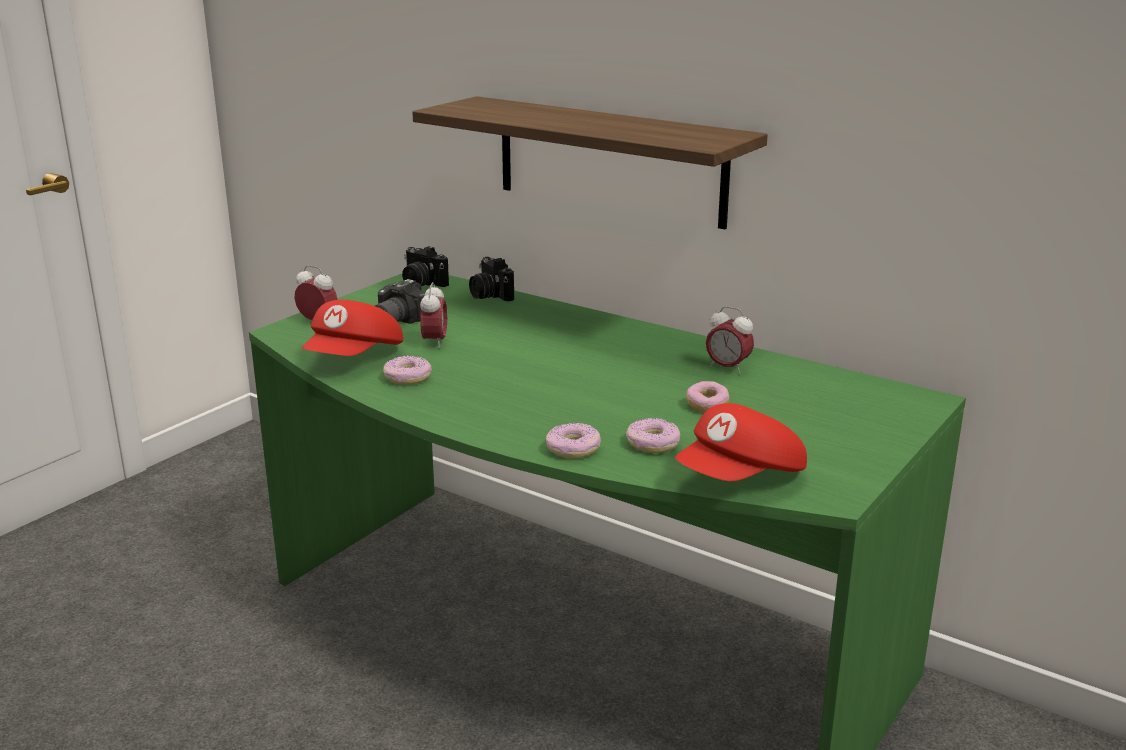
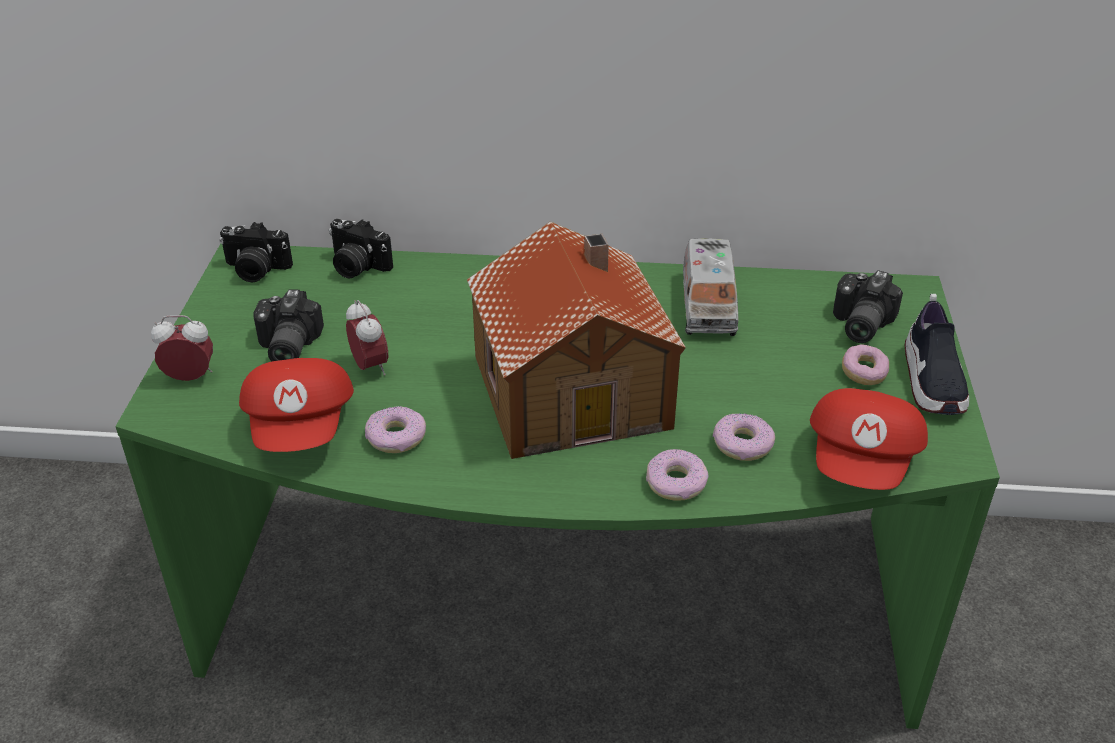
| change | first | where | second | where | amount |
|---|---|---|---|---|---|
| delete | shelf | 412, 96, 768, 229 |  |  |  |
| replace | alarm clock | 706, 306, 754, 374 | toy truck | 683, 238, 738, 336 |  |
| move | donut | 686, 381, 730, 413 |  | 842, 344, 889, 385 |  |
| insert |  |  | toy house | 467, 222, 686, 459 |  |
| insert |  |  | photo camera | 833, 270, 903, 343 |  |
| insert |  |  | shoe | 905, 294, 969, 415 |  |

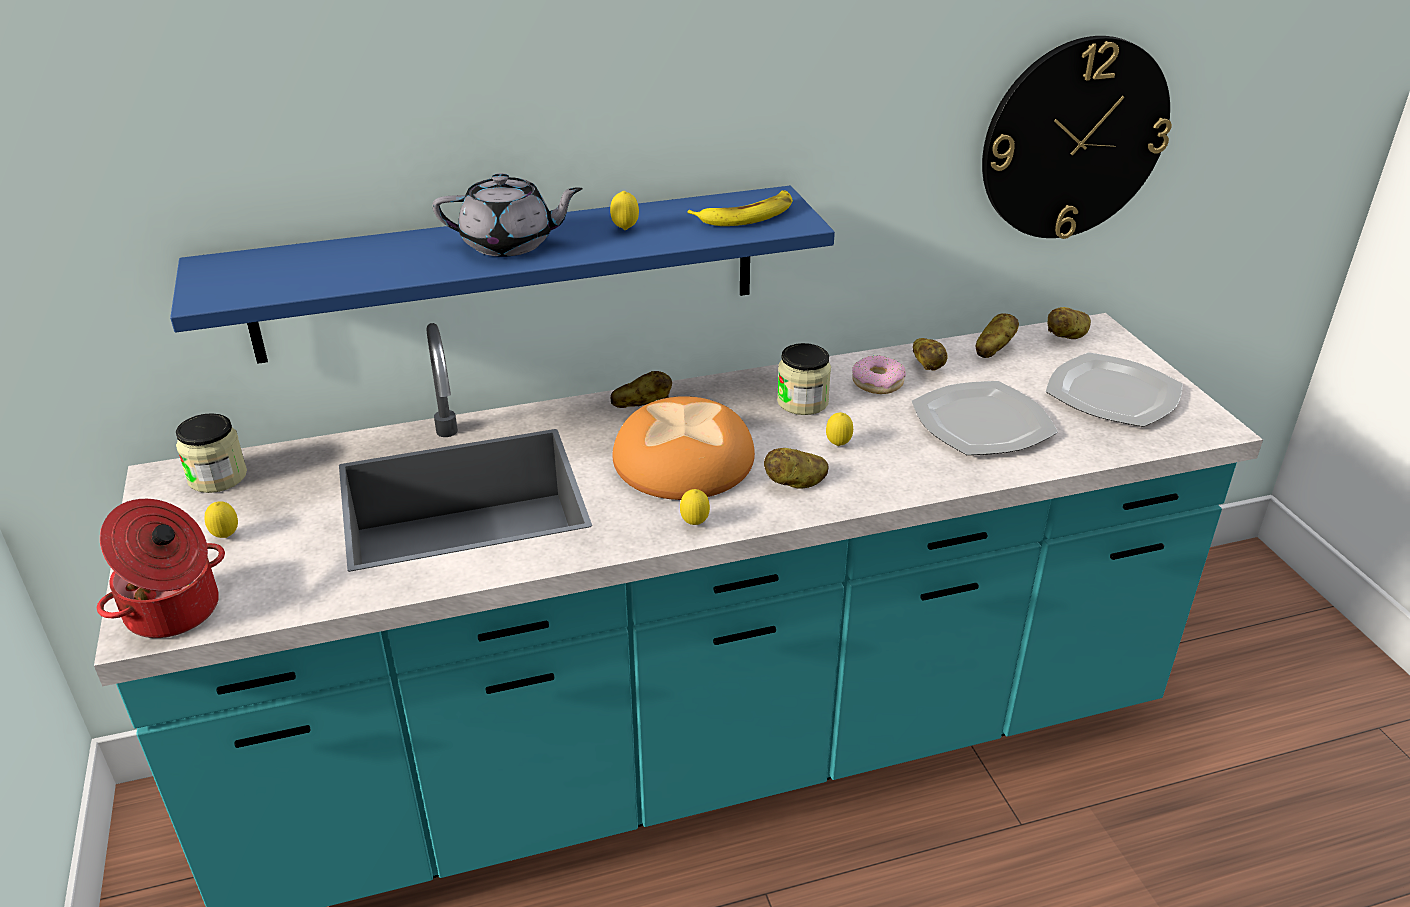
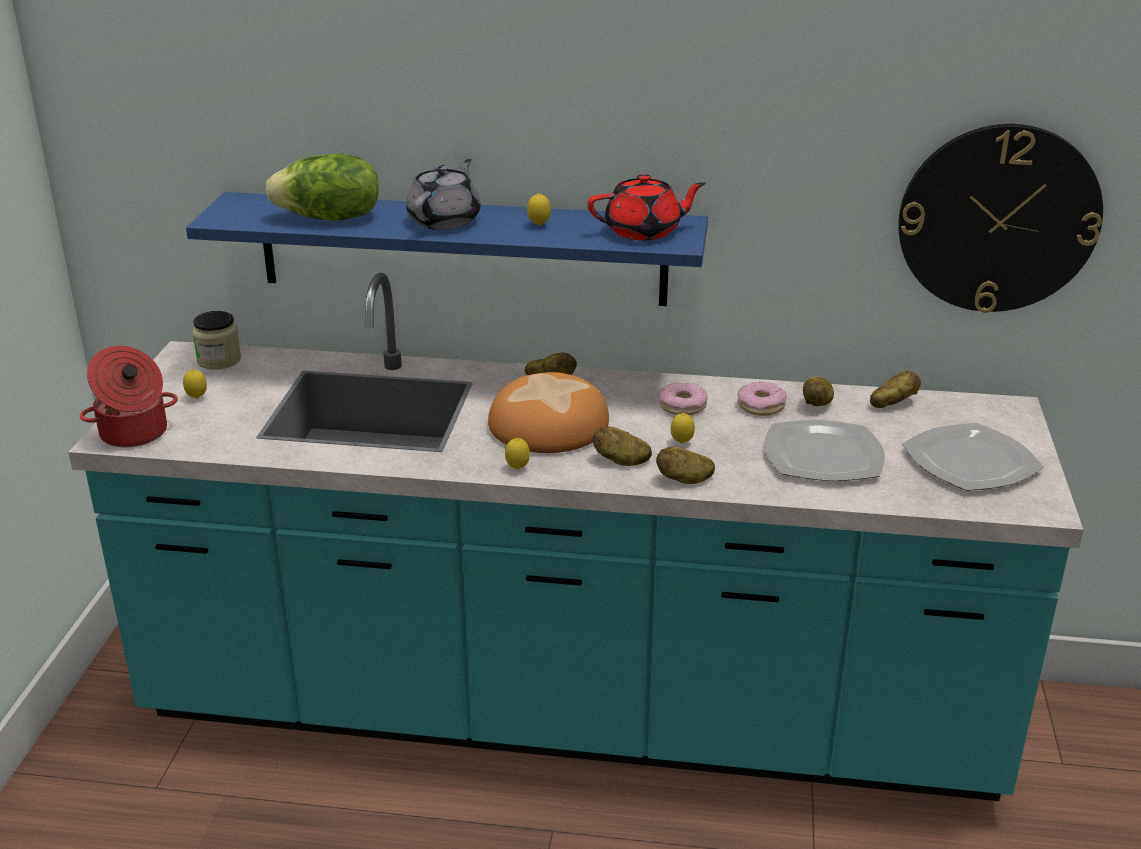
| change | first | where | second | where | amount |
|---|---|---|---|---|---|
| rotate | grey teapot | 432, 173, 583, 257 |  | 406, 159, 481, 230 | 90 degrees counterclockwise |
| replace | banana | 687, 190, 793, 226 | red teapot | 588, 174, 706, 240 |  |
| move | potato | 1048, 307, 1091, 339 |  | 656, 447, 715, 484 |  |
| replace | jar | 777, 343, 831, 415 | donut | 659, 383, 708, 415 |  |
| insert |  |  | lettuce | 265, 153, 379, 221 |  |

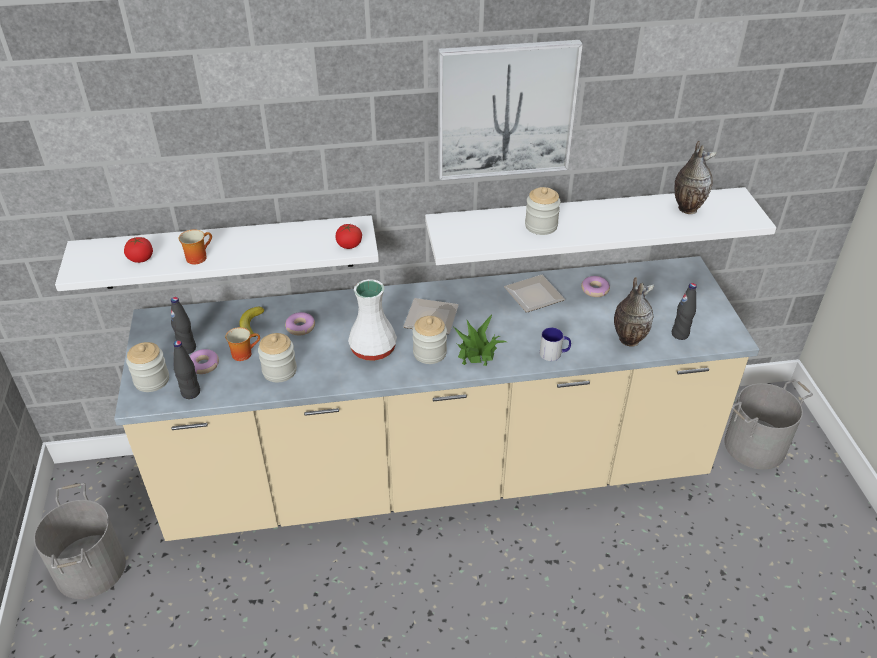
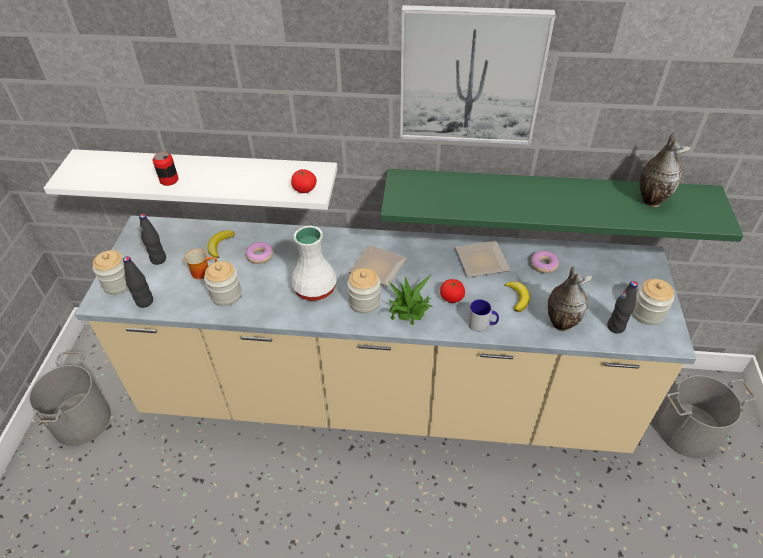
| change | first | where | second | where | amount |
|---|---|---|---|---|---|
| recolor | white shelf | 425, 187, 776, 265 | green shelf | 381, 169, 744, 242 |  |
| move | jar | 525, 187, 561, 235 |  | 632, 279, 674, 325 |  |
| replace | mug | 178, 229, 212, 264 | can | 153, 152, 179, 186 |  |
| move | tomato | 124, 237, 153, 263 |  | 440, 279, 465, 303 |  |
| delete | donut | 190, 349, 219, 374 |  |  |  |
| insert |  |  | banana | 505, 281, 530, 312 |  |

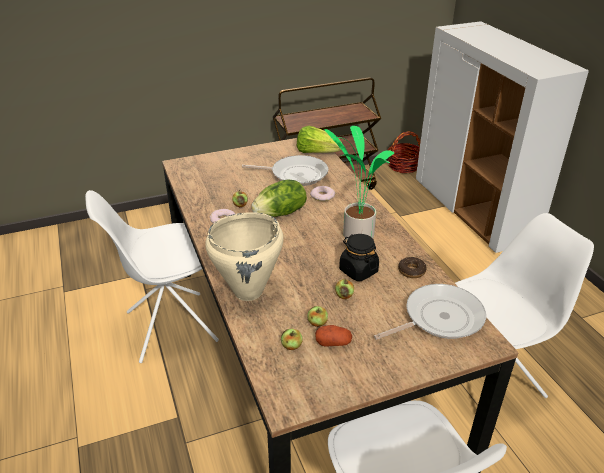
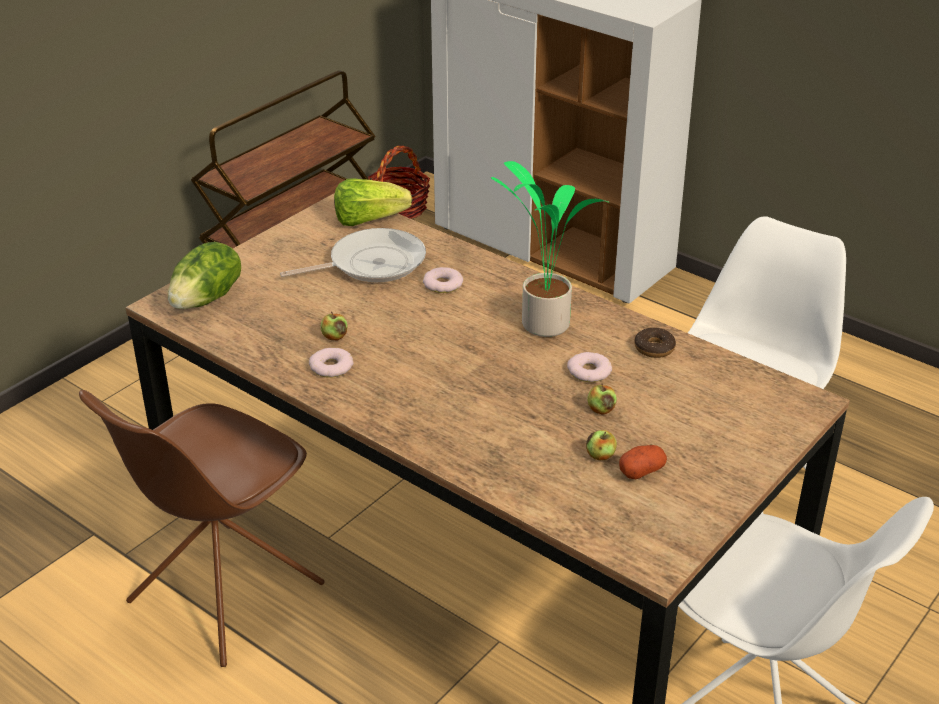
| change | first | where | second | where | amount |
|---|---|---|---|---|---|
| move | lettuce | 251, 180, 307, 217 |  | 168, 242, 241, 309 |  |
| recolor | white chair | 85, 190, 219, 363 | brown chair | 79, 390, 325, 667 |  |
| delete | beige cooking pot | 205, 212, 283, 301 |  |  |  |
| replace | black jar | 339, 234, 379, 281 | donut | 567, 352, 612, 382 |  |
| delete | frying pan | 374, 284, 486, 340 |  |  |  |
| delete | apple | 281, 329, 303, 350 |  |  |  |

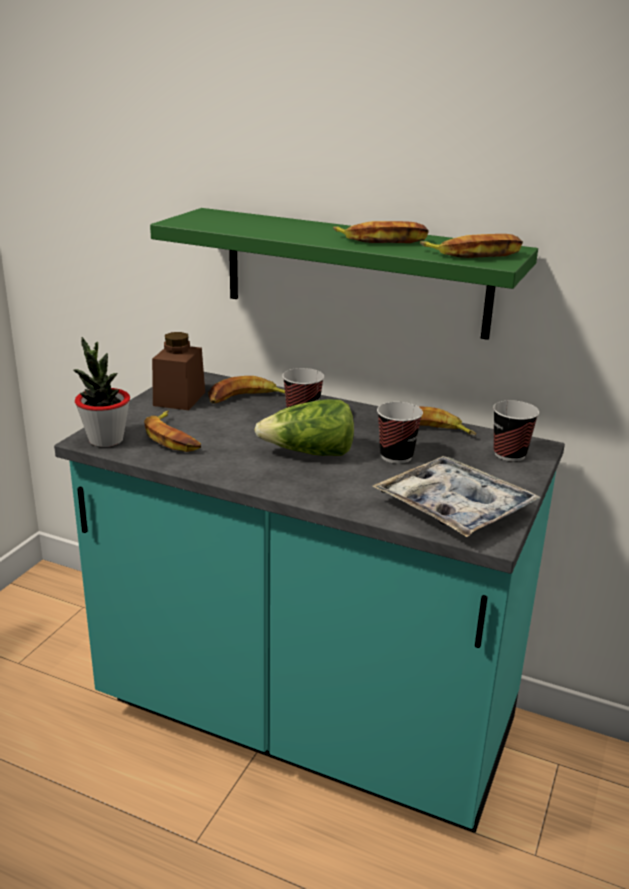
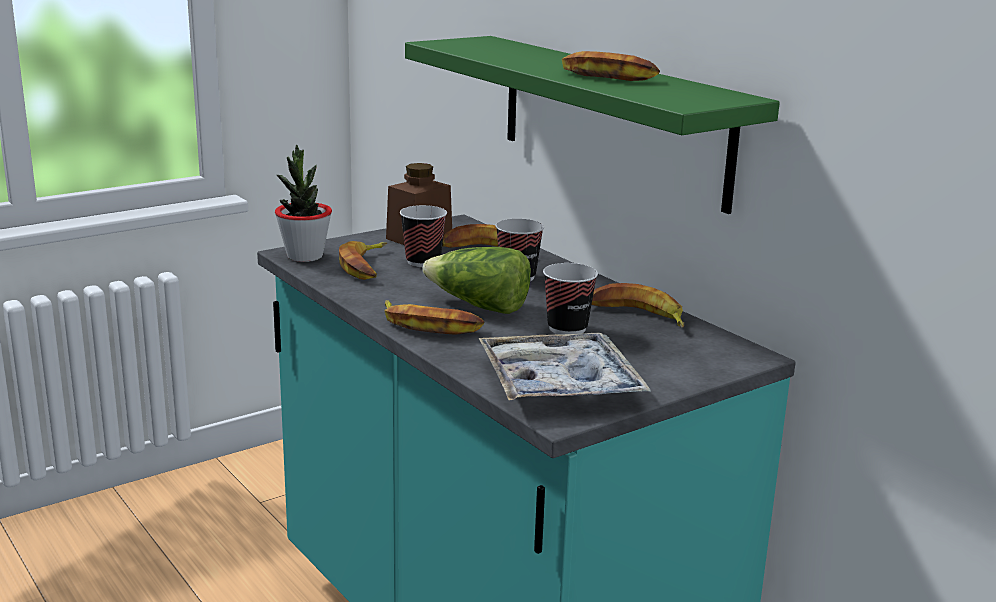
| change | first | where | second | where | amount |
|---|---|---|---|---|---|
| move | banana | 420, 234, 523, 258 |  | 384, 300, 485, 335 |  |
| move | cup | 493, 400, 539, 462 |  | 400, 205, 447, 267 |  |

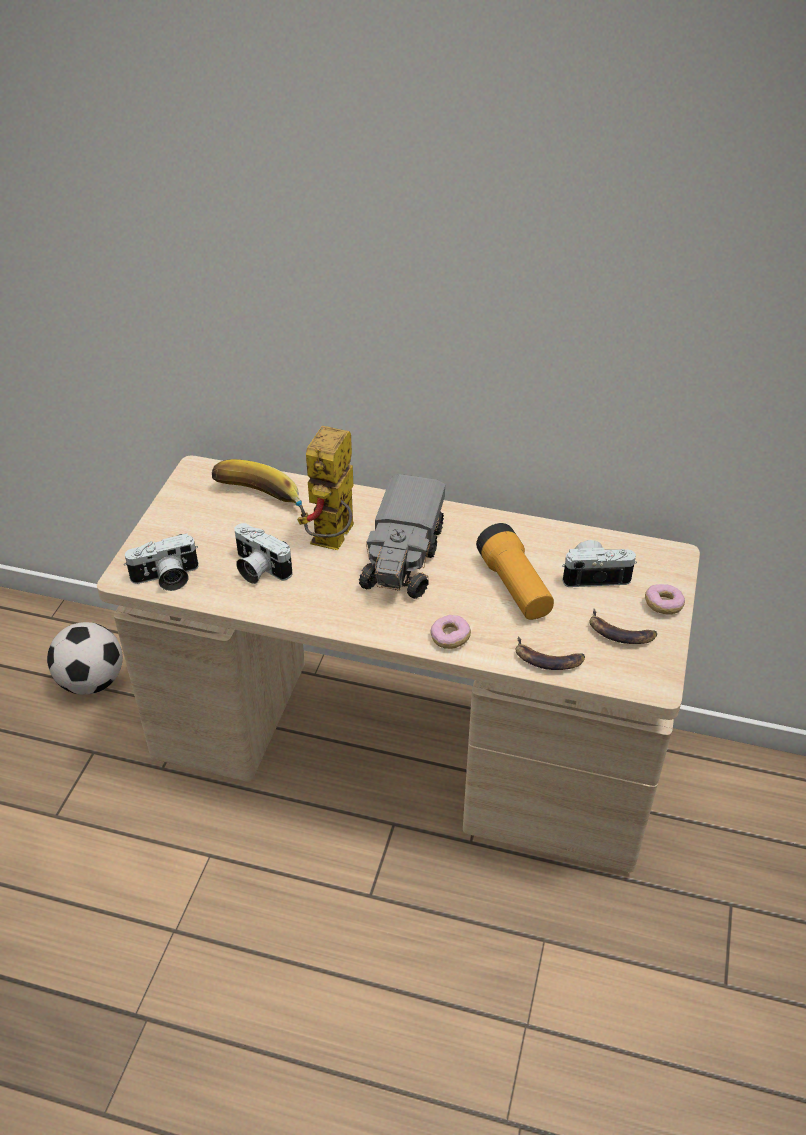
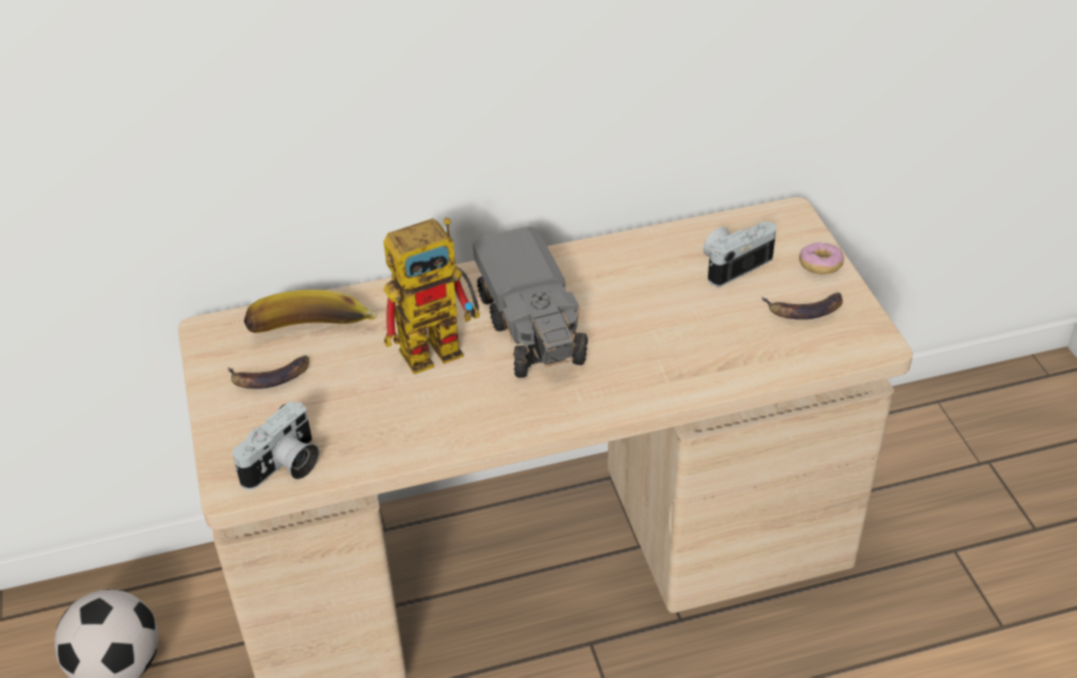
| change | first | where | second | where | amount |
|---|---|---|---|---|---|
| rotate | toy robot | 295, 426, 354, 550 |  | 383, 218, 480, 374 | 105 degrees counterclockwise |
| delete | photo camera | 234, 523, 293, 584 |  |  |  |
| delete | flashlight | 476, 523, 554, 620 |  |  |  |
| delete | donut | 430, 615, 471, 649 |  |  |  |
| move | banana | 516, 636, 585, 670 |  | 228, 355, 309, 389 |  |

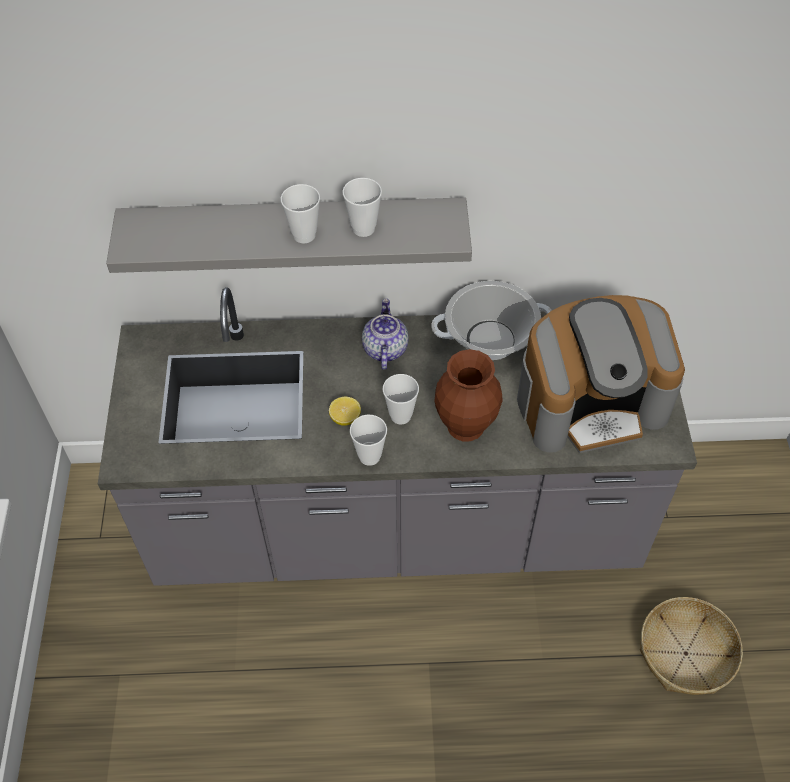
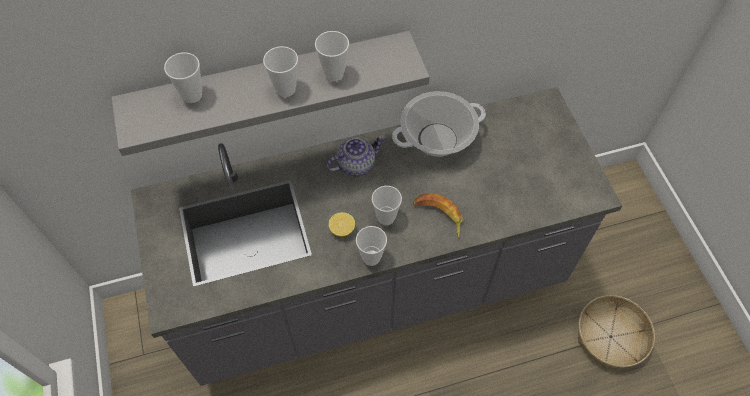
| change | first | where | second | where | amount |
|---|---|---|---|---|---|
| delete | coffee machine | 517, 295, 685, 453 |  |  |  |
| rotate | teapot | 362, 298, 409, 370 |  | 326, 136, 385, 176 | 75 degrees clockwise |
| replace | brown vase | 434, 349, 503, 441 | banana | 413, 193, 463, 238 |  |
| insert |  |  | cup | 164, 52, 202, 103 |  |

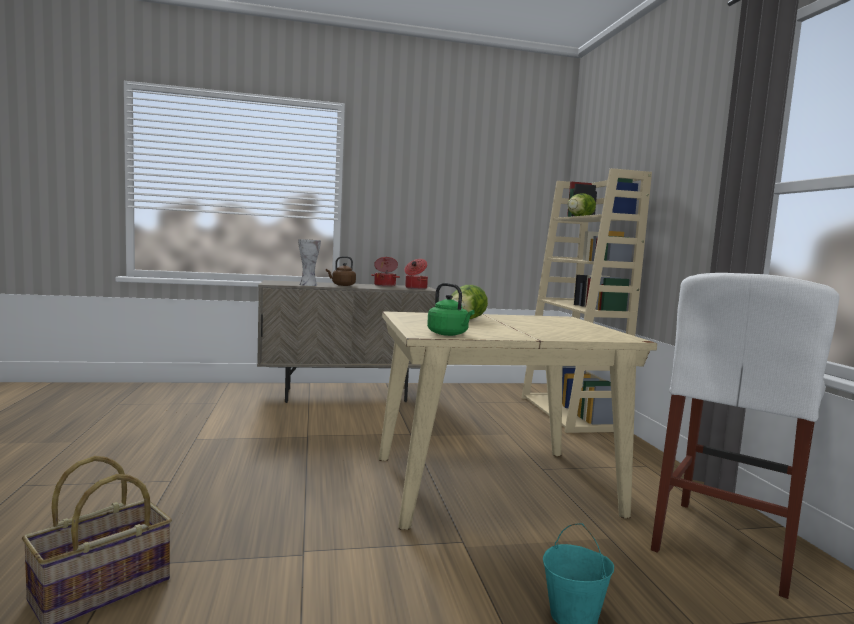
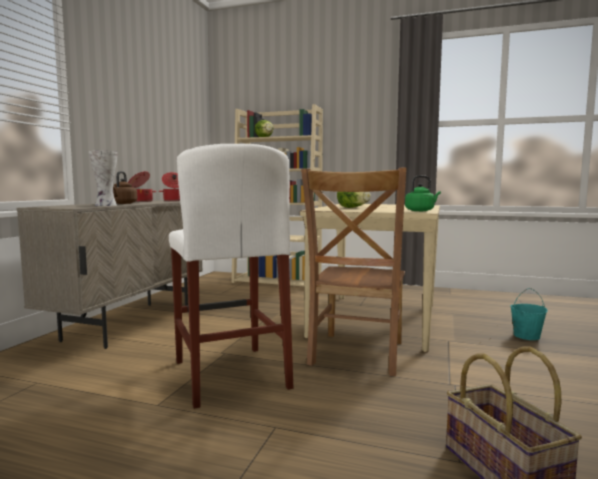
| change | first | where | second | where | amount |
|---|---|---|---|---|---|
| move | white stool | 651, 273, 840, 599 |  | 169, 144, 293, 409 |  |
| insert |  |  | brown chair | 301, 168, 407, 376 |  |

